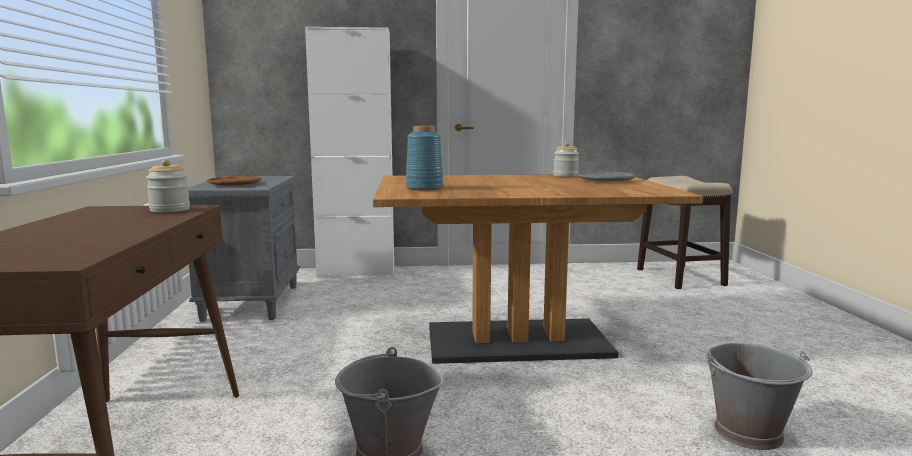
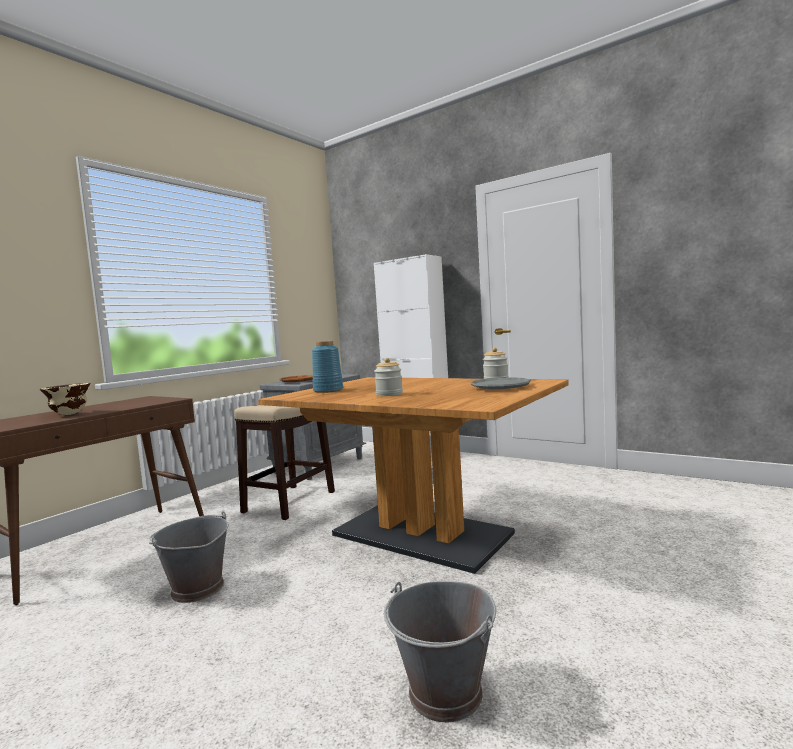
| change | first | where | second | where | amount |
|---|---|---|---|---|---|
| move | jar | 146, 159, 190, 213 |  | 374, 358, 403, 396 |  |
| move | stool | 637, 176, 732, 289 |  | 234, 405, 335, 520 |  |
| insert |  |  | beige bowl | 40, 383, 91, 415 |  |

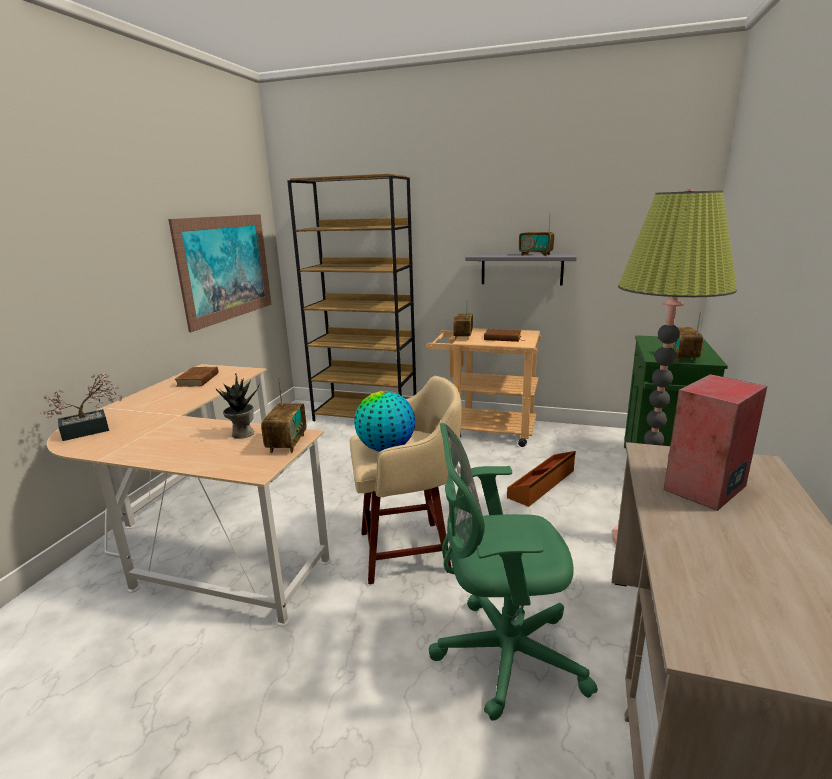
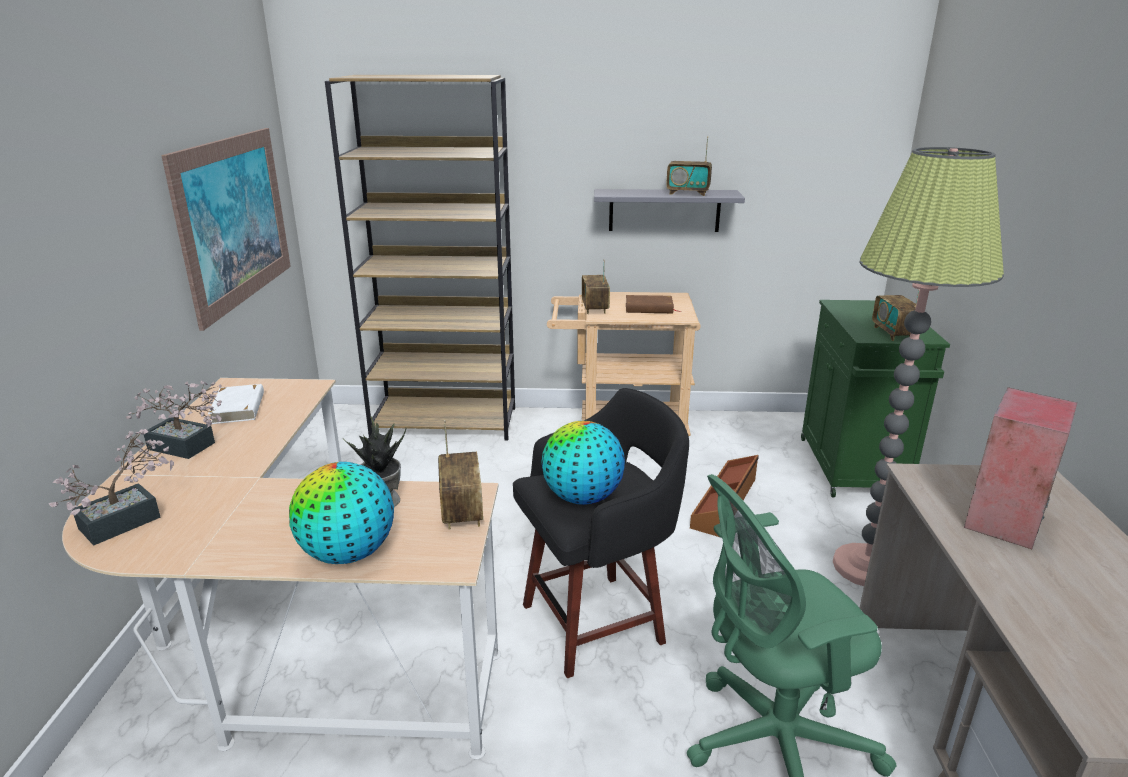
| change | first | where | second | where | amount |
|---|---|---|---|---|---|
| recolor | brown book | 174, 367, 219, 387 | white book | 208, 384, 264, 424 |  |
| recolor | beige stool | 349, 376, 462, 584 | black stool | 513, 388, 689, 678 |  |
| insert |  |  | potted plant | 126, 381, 222, 459 |  |
| insert |  |  | globe | 289, 462, 394, 564 |  |

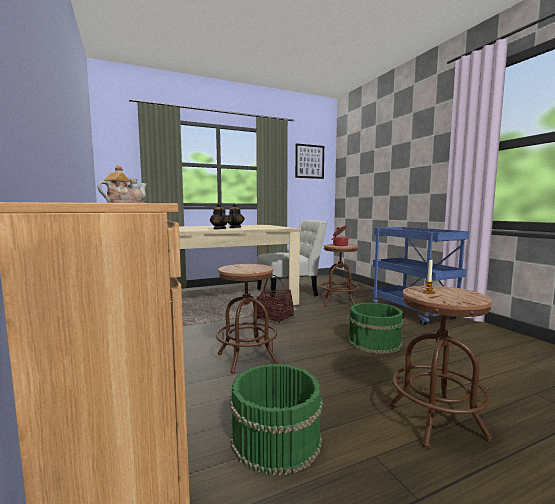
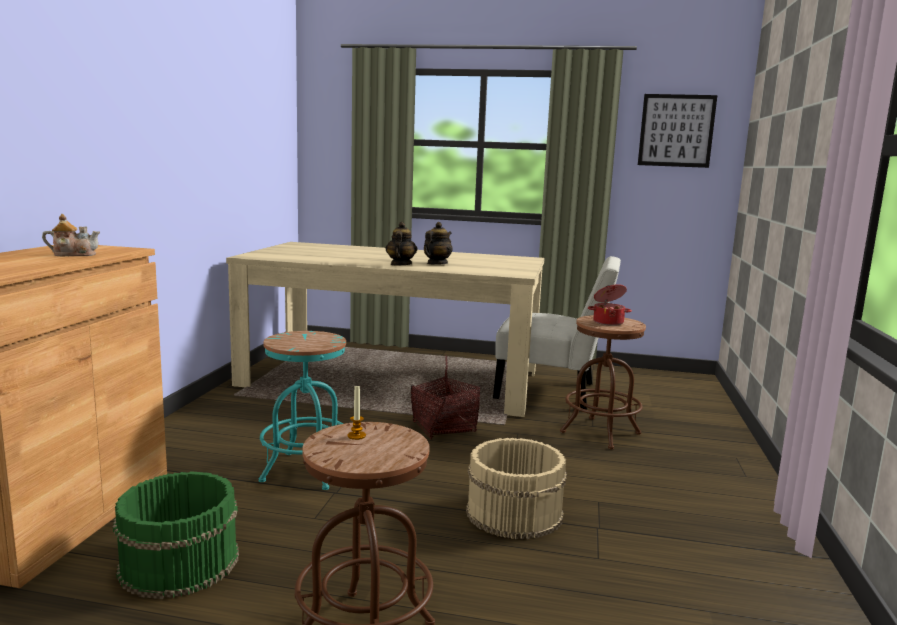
| change | first | where | second | where | amount |
|---|---|---|---|---|---|
| delete | blue cart | 372, 227, 469, 326 |  |  |  |
| recolor | brown stool | 216, 264, 278, 374 | turquoise stool | 259, 331, 346, 490 |  |
| recolor | green bucket | 348, 303, 403, 354 | beige bucket | 466, 438, 567, 539 |  |

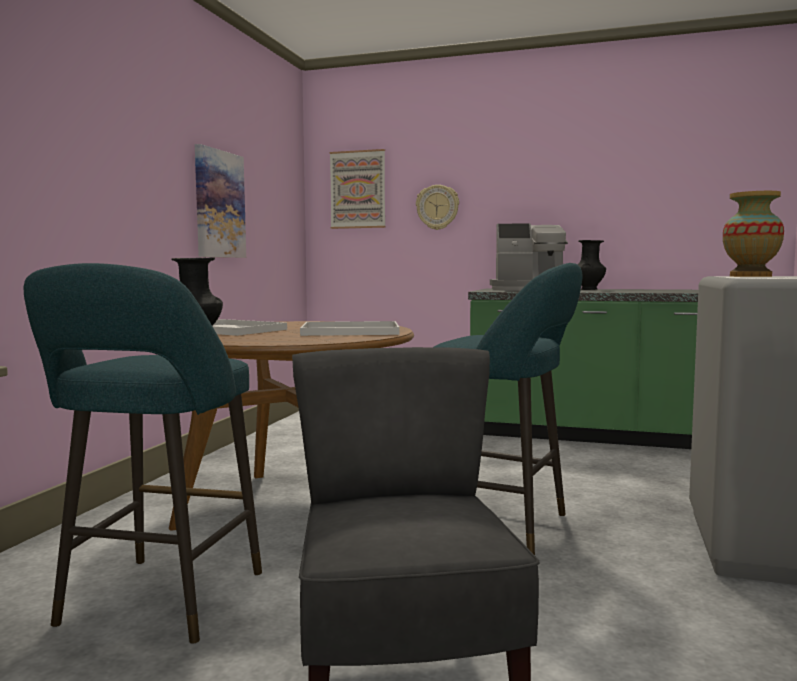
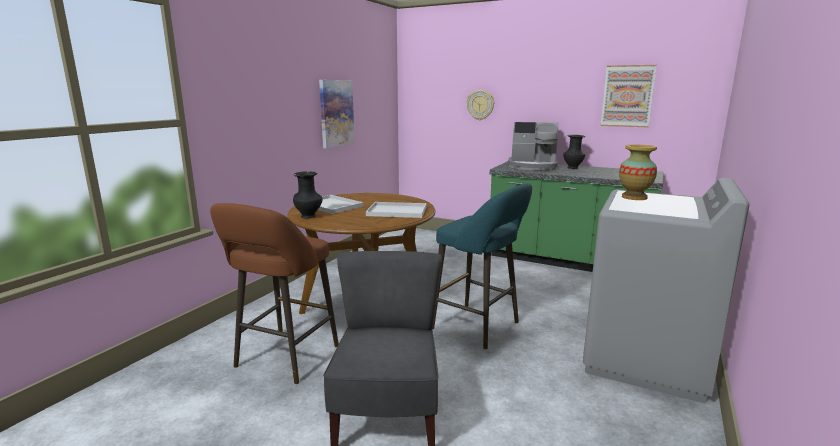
| change | first | where | second | where | amount |
|---|---|---|---|---|---|
| move | picture | 329, 149, 386, 229 |  | 600, 65, 657, 127 |  |
| recolor | turquoise stool | 23, 263, 262, 644 | brown stool | 210, 203, 339, 384 |  |

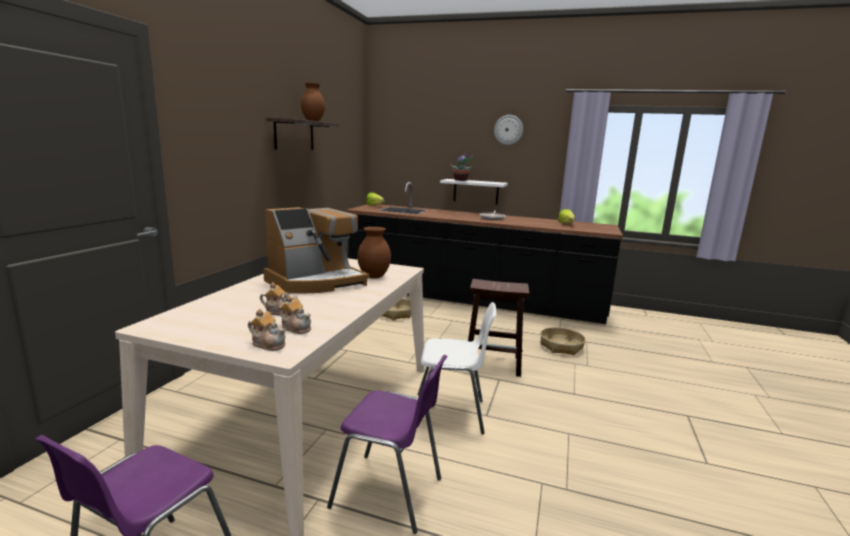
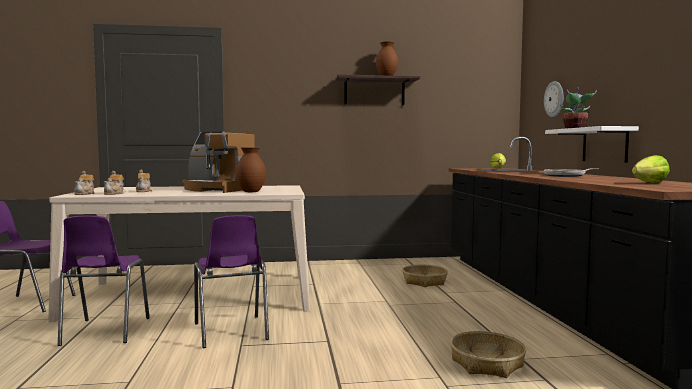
| change | first | where | second | where | amount |
|---|---|---|---|---|---|
| move | wall clock | 494, 115, 523, 145 |  | 544, 81, 563, 117 |  |
| delete | brown stool | 468, 279, 529, 377 |  |  |  |
| recolor | white chair | 418, 302, 496, 435 | purple chair | 194, 215, 269, 348 |  |

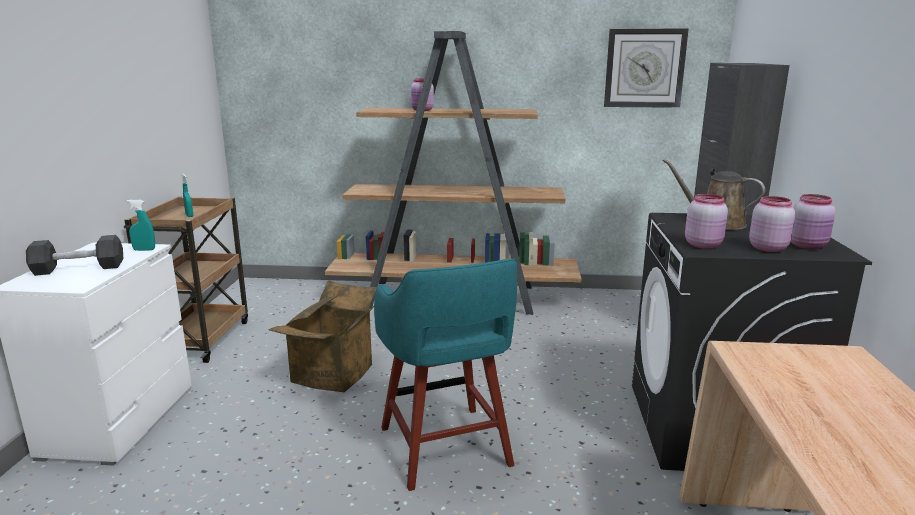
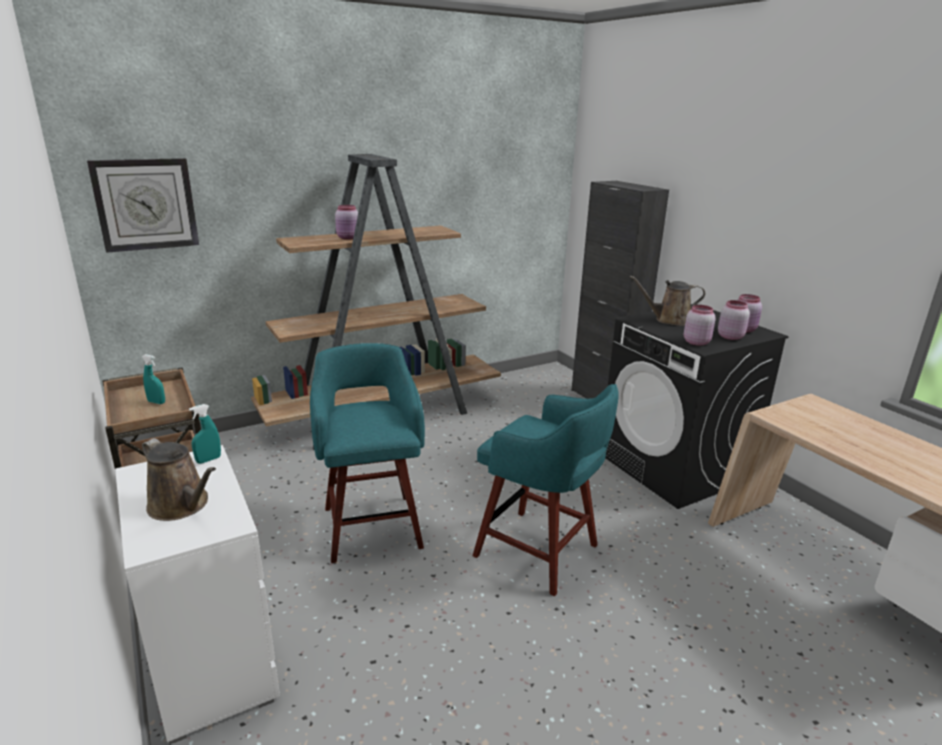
| change | first | where | second | where | amount |
|---|---|---|---|---|---|
| move | wall clock | 604, 28, 689, 108 |  | 87, 158, 199, 253 |  |
| replace | black dumbbell | 26, 235, 124, 276 | brown watering can | 142, 438, 216, 521 |  |
| replace | cardboard box | 268, 280, 377, 392 | turquoise stool | 310, 343, 425, 563 |  |

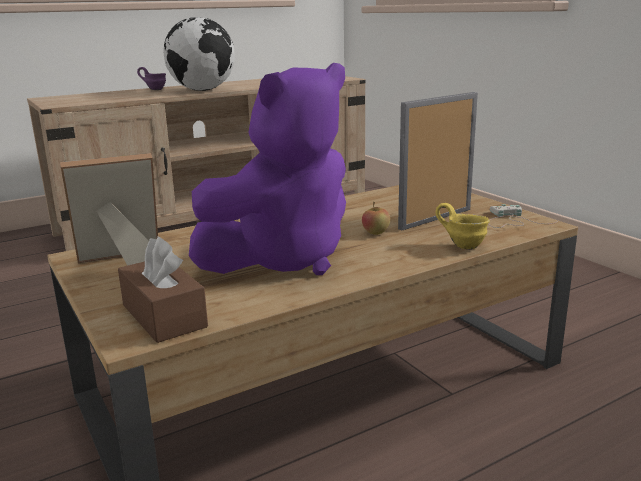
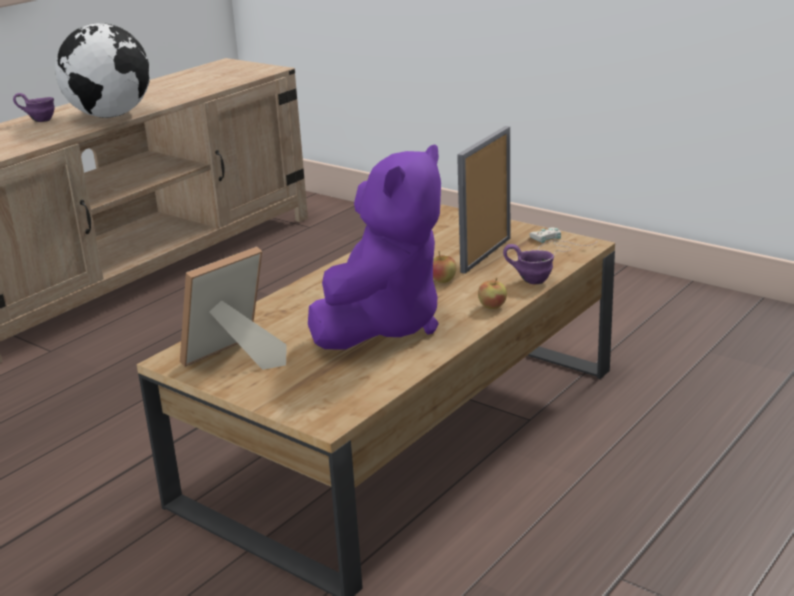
| change | first | where | second | where | amount |
|---|---|---|---|---|---|
| recolor | yellow mug | 436, 203, 489, 250 | purple mug | 503, 244, 554, 284 |  |
| delete | brown tissue box | 118, 236, 208, 343 |  |  |  |
| insert |  |  | apple | 478, 277, 507, 309 |  |

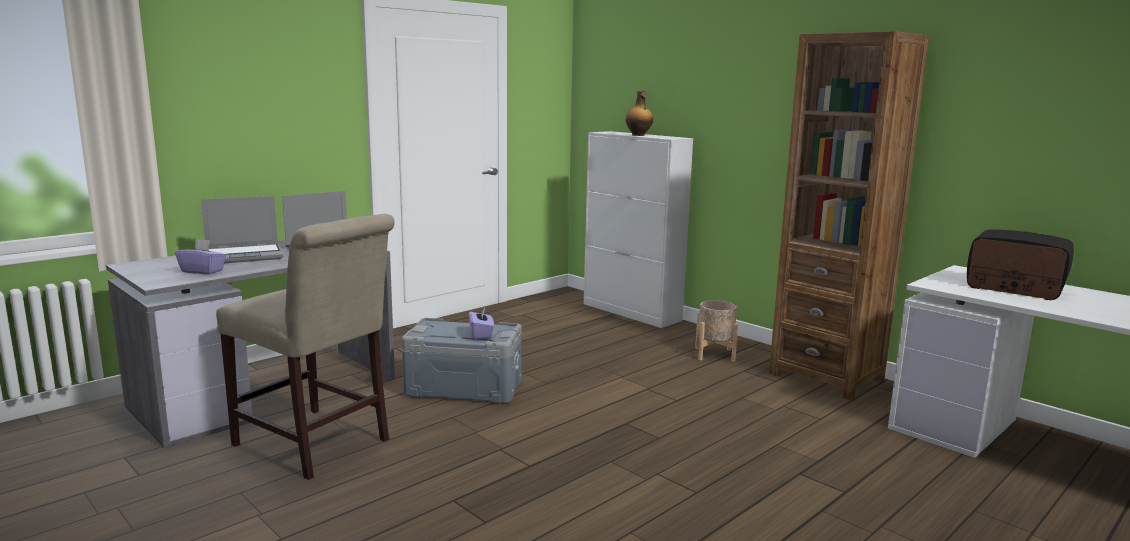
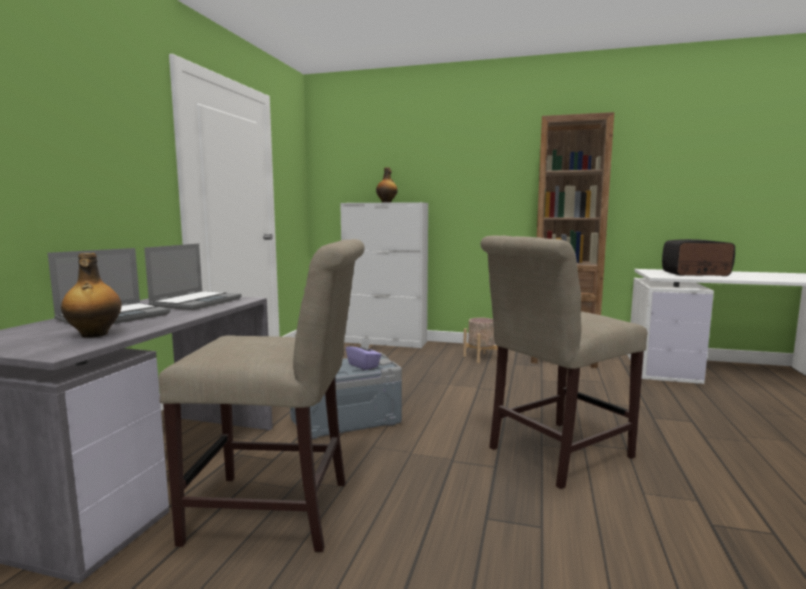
| change | first | where | second | where | amount |
|---|---|---|---|---|---|
| replace | purple tissue box | 175, 239, 226, 275 | bottle | 61, 253, 121, 338 |  |
| insert |  |  | beige chair | 480, 236, 647, 489 |  |

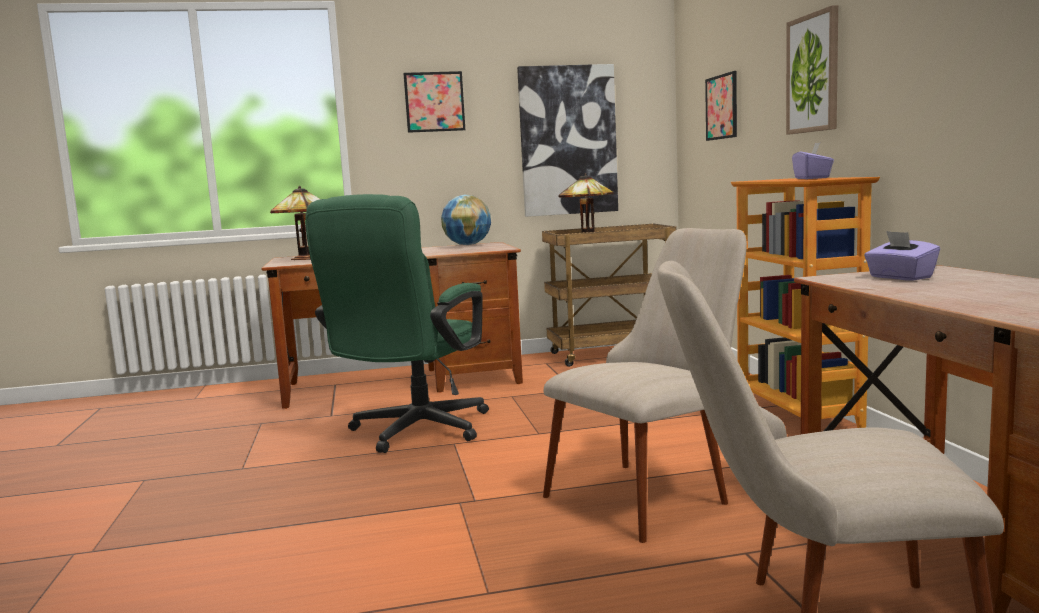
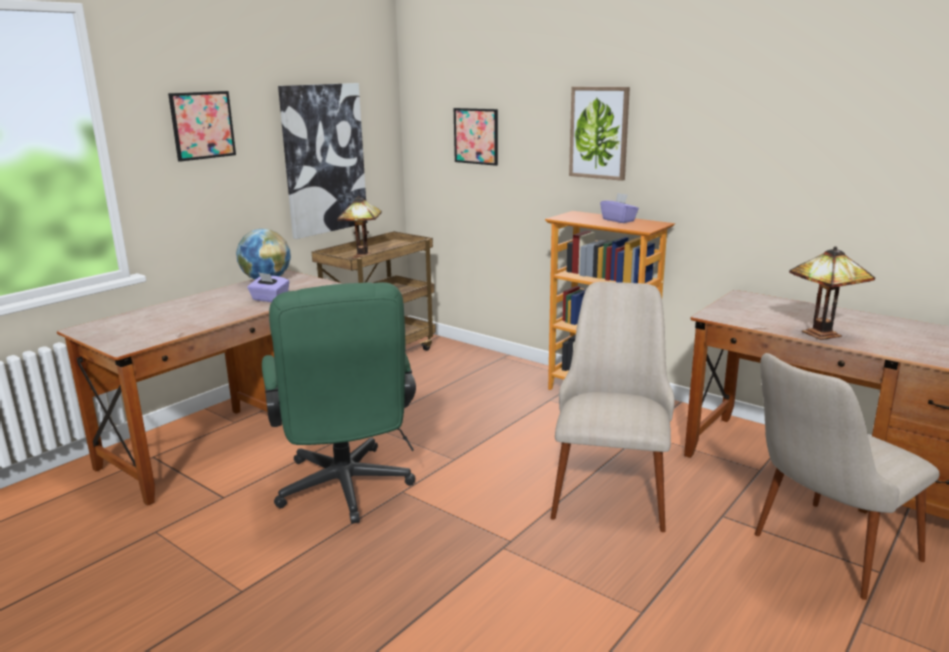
| change | first | where | second | where | amount |
|---|---|---|---|---|---|
| move | table lamp | 270, 186, 319, 260 |  | 789, 246, 875, 340 |  |
| move | purple tissue box | 864, 231, 940, 281 |  | 247, 272, 289, 302 |  |

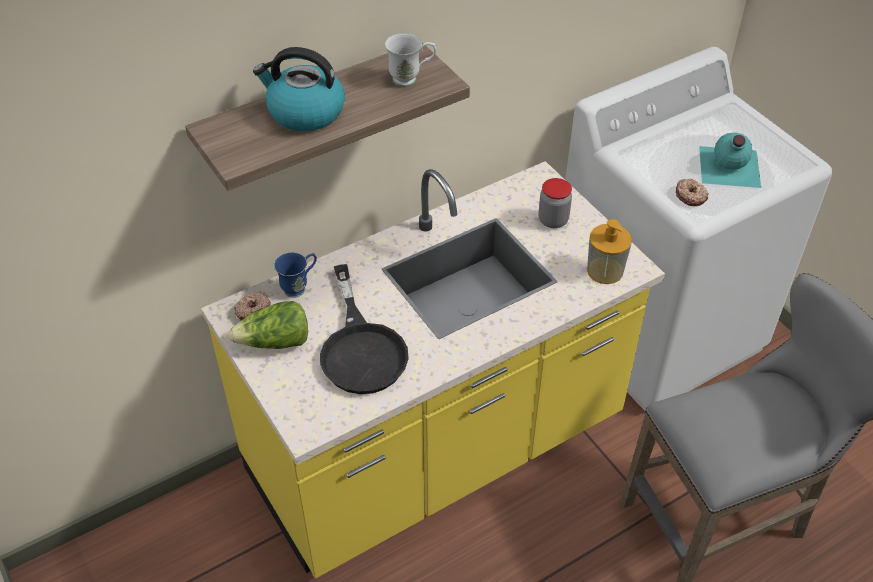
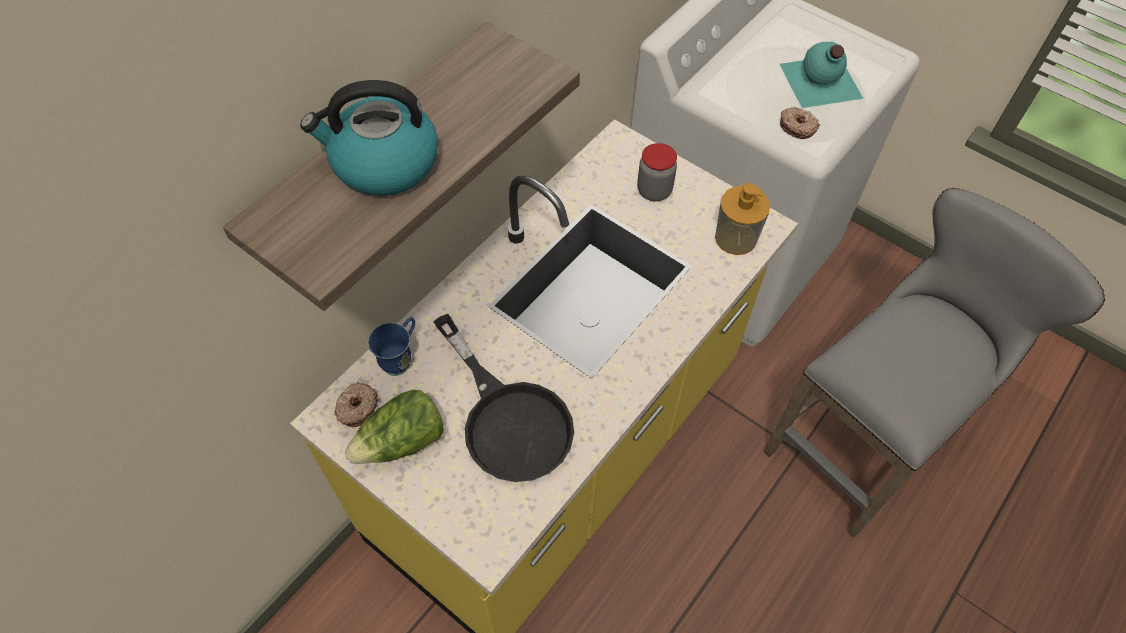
| change | first | where | second | where | amount |
|---|---|---|---|---|---|
| delete | white mug | 385, 33, 436, 87 |  |  |  |

